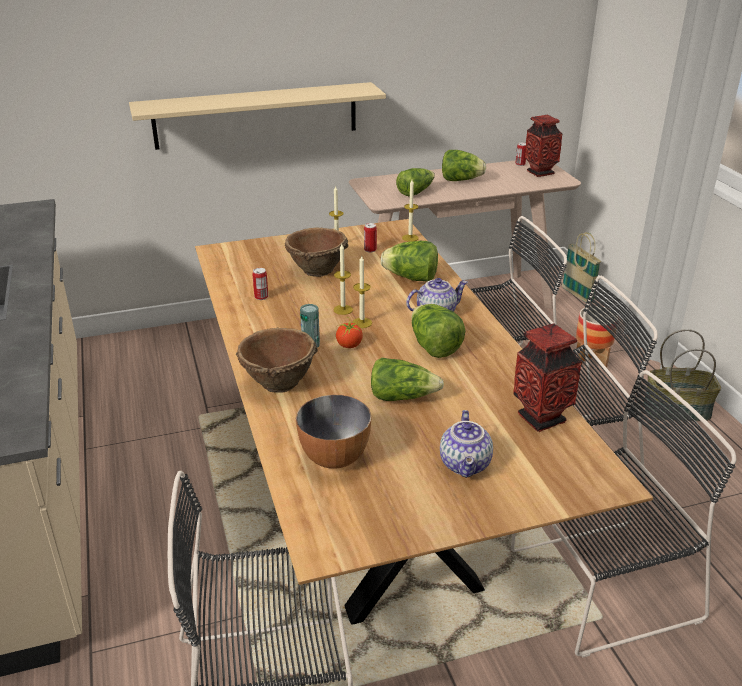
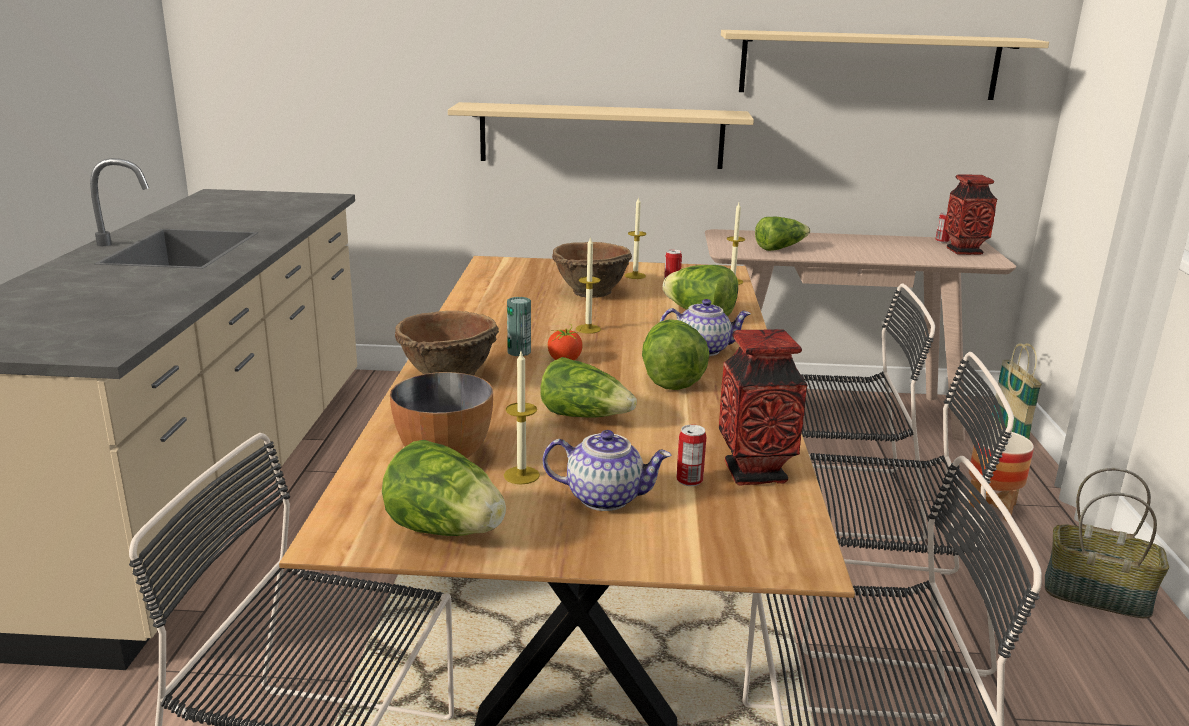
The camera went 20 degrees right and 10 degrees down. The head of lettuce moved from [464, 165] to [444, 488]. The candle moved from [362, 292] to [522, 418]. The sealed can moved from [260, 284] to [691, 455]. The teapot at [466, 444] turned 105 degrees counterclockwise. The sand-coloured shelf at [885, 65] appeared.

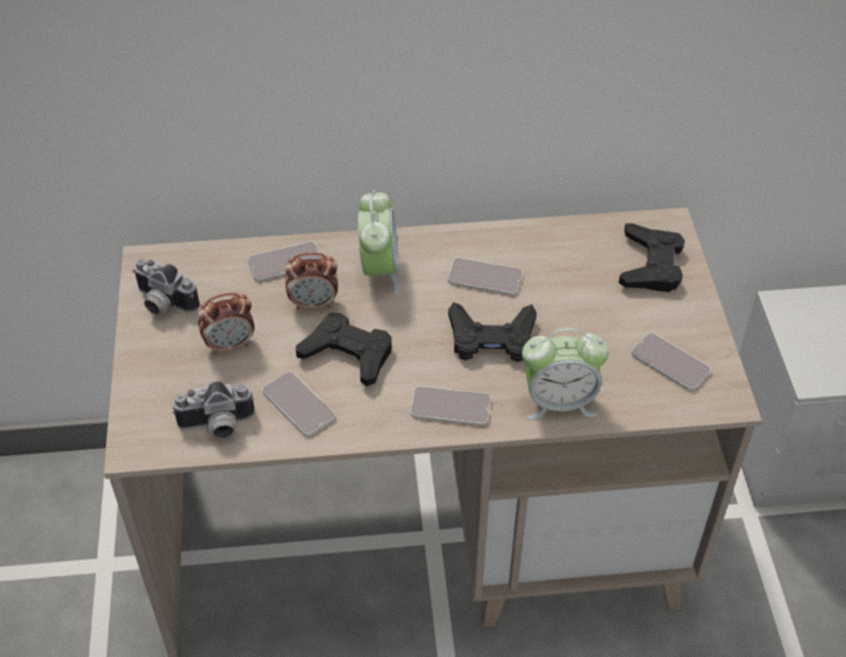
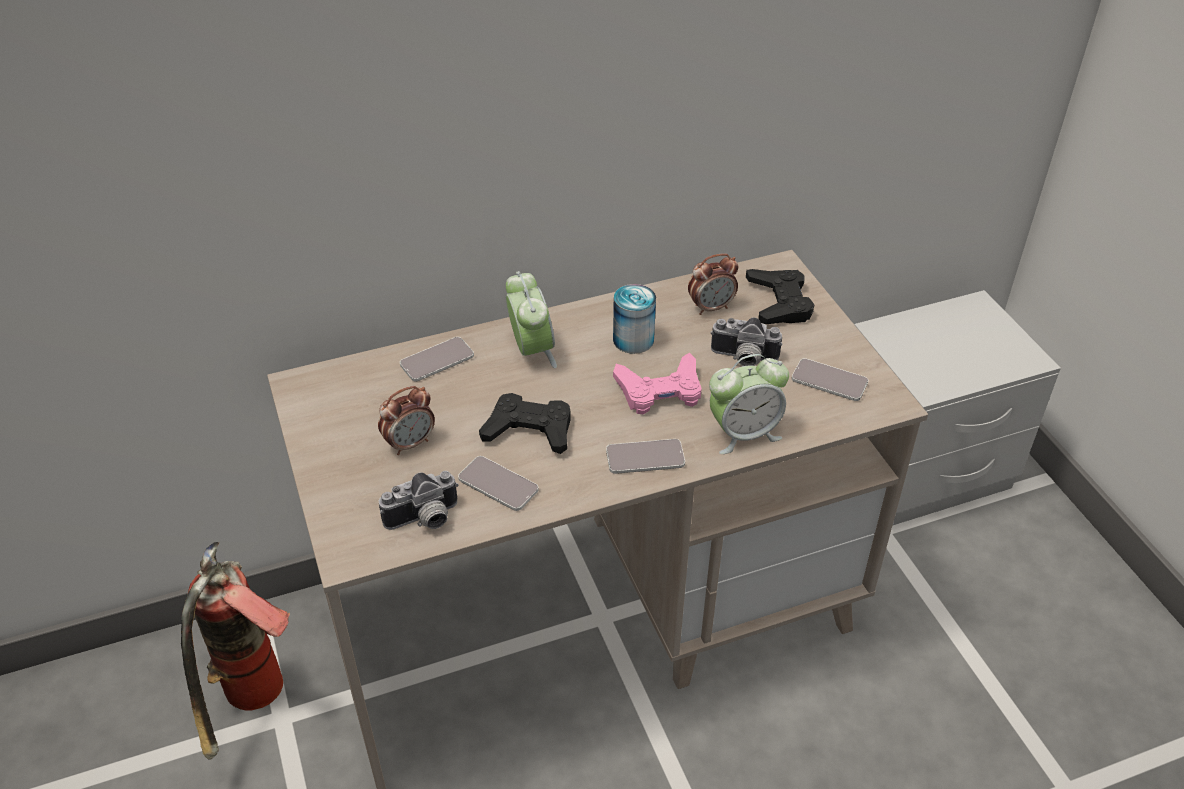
The camera went 15 degrees left and 5 degrees down. The bedside clock moved from [311, 281] to [713, 284]. The still camera moved from [166, 286] to [747, 342]. The phone at [485, 276] was replaced by the sealed can at [634, 319]. The black joypad at [492, 332] became the pink-coloured joypad at [657, 383]. The extinguisher at [235, 650] appeared.

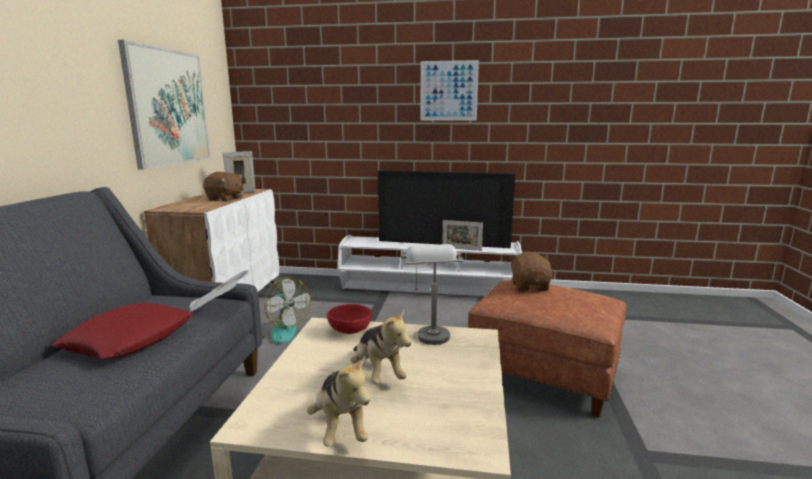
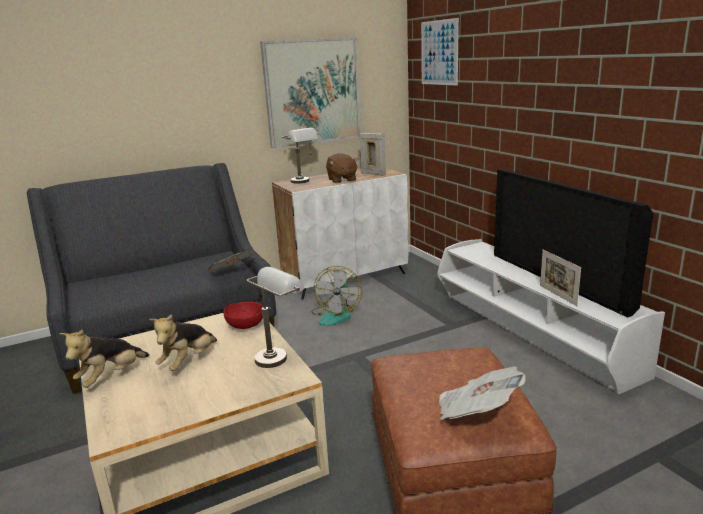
The camera went 55 degrees right and 5 degrees up. The wall picture moved from [449, 90] to [440, 51]. The brown-coloured soft toy at [530, 271] disappeared. The red throw pillow at [122, 331] disappeared. The greyish table lamp at [300, 156] appeared. The newspaper at [482, 393] appeared.

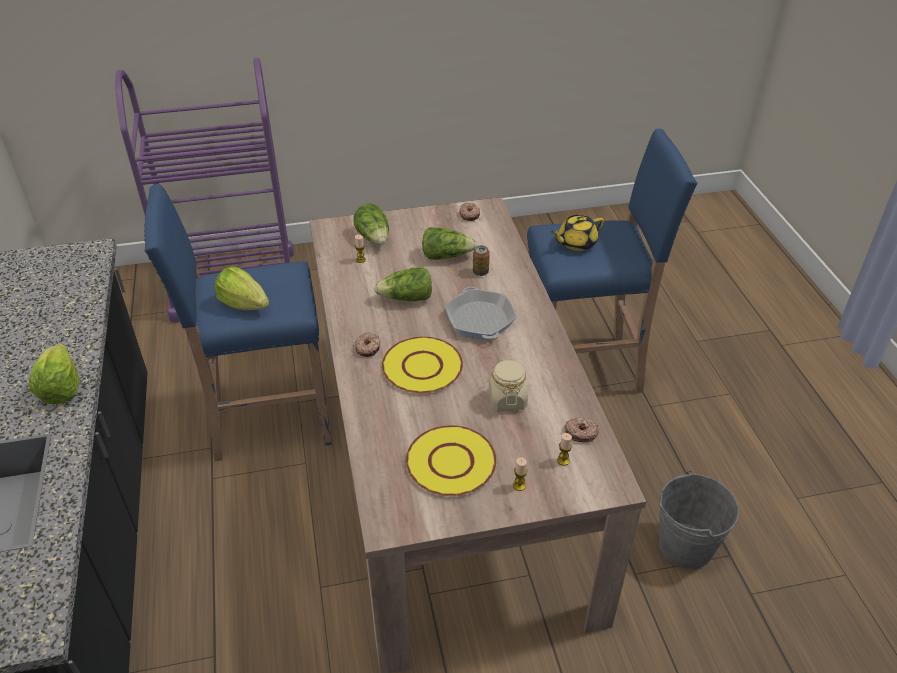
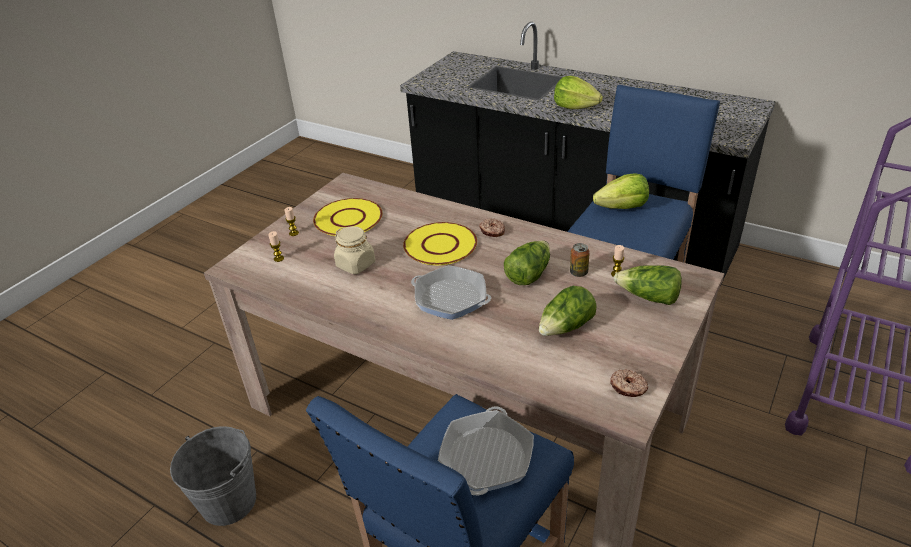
The camera went 135 degrees right and 5 degrees down. The yellowish teapot at [577, 233] was replaced by the frying pan at [486, 451]. The sealed can moved from [481, 261] to [580, 260]. The doughnut at [581, 430] disappeared.

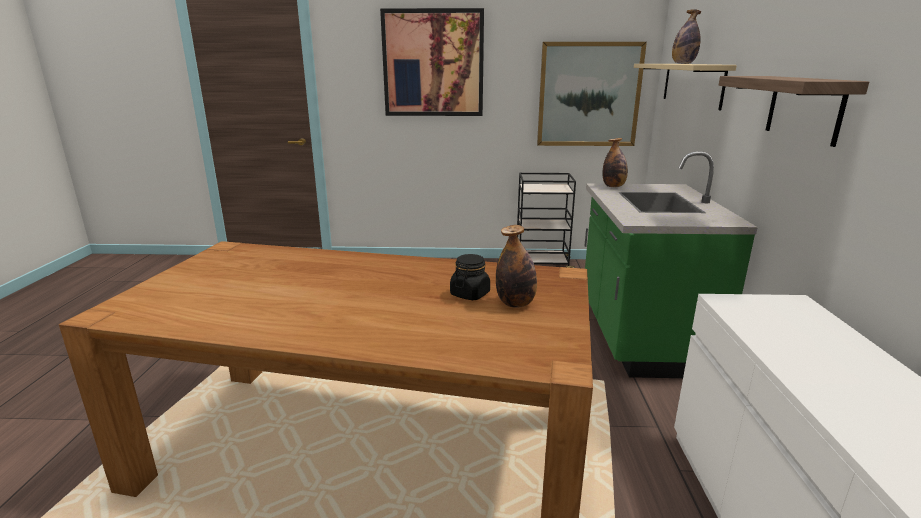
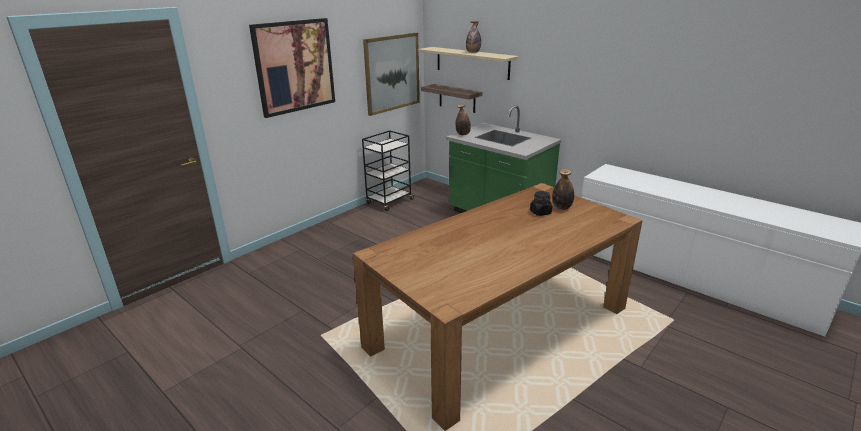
The camera went 50 degrees left and 5 degrees up. The shelf moved from [794, 111] to [451, 98].

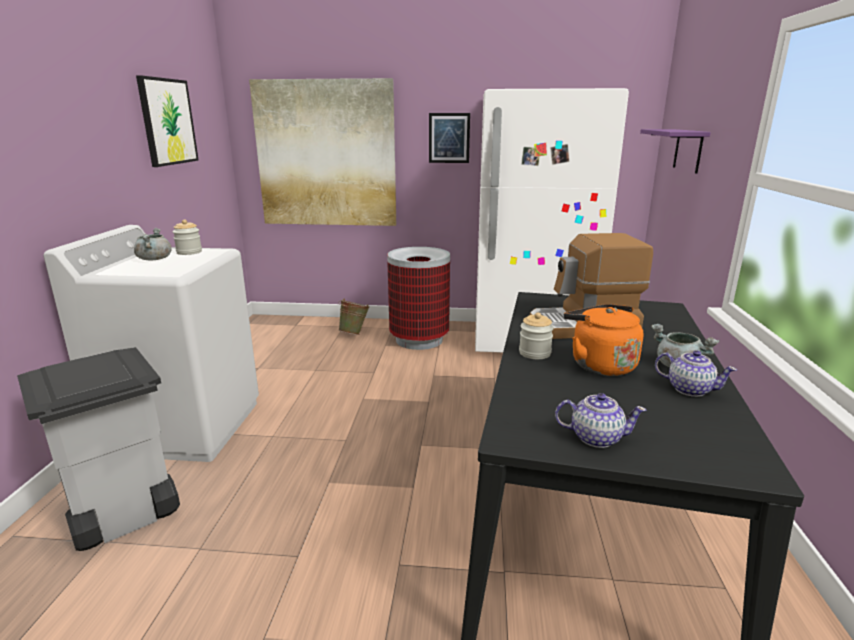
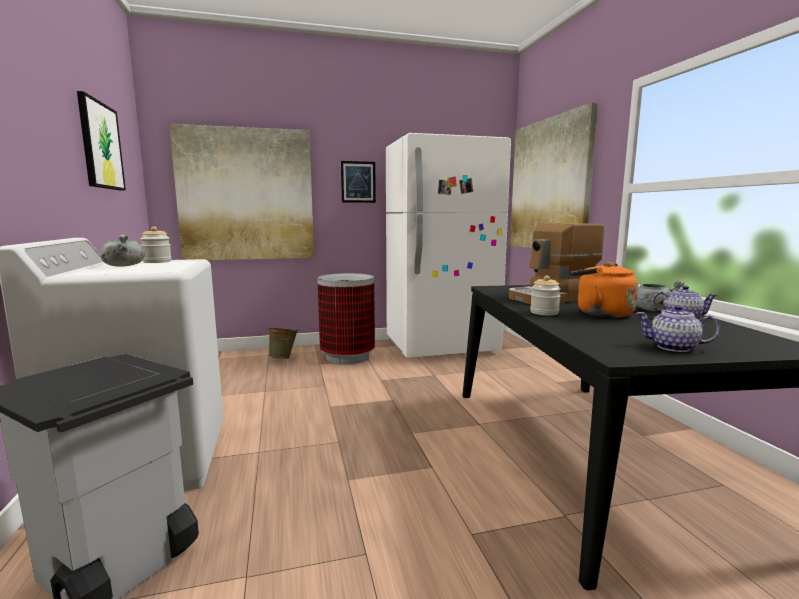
The camera went 20 degrees left and 10 degrees down. The purple-coloured shelf at [675, 151] was replaced by the wall picture at [554, 175]. The teapot at [600, 420] turned 150 degrees counterclockwise.

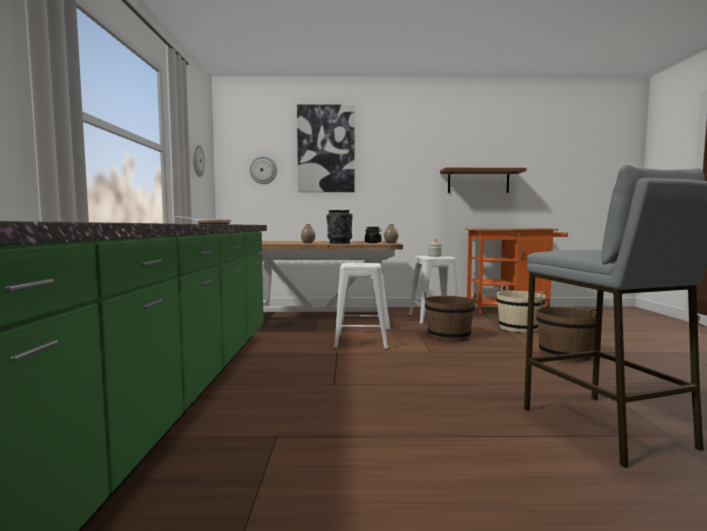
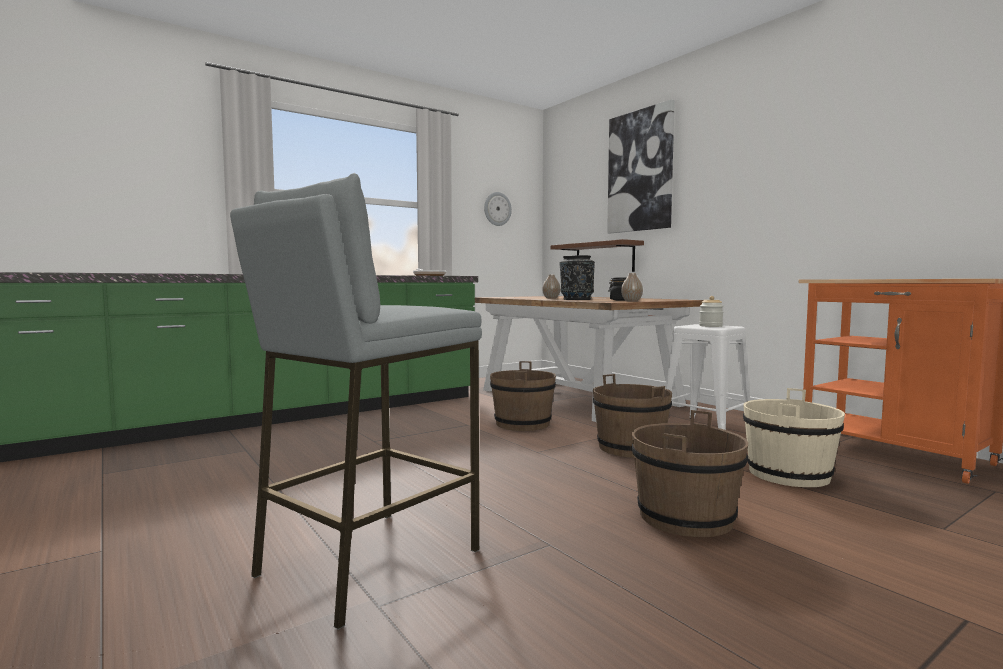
The camera went 55 degrees right and 0 degrees up. The clock on the wall at [263, 170] disappeared. The brown-coloured shelf moved from [483, 180] to [597, 255]. The white stool at [360, 306] was replaced by the brown-coloured bucket at [523, 396].

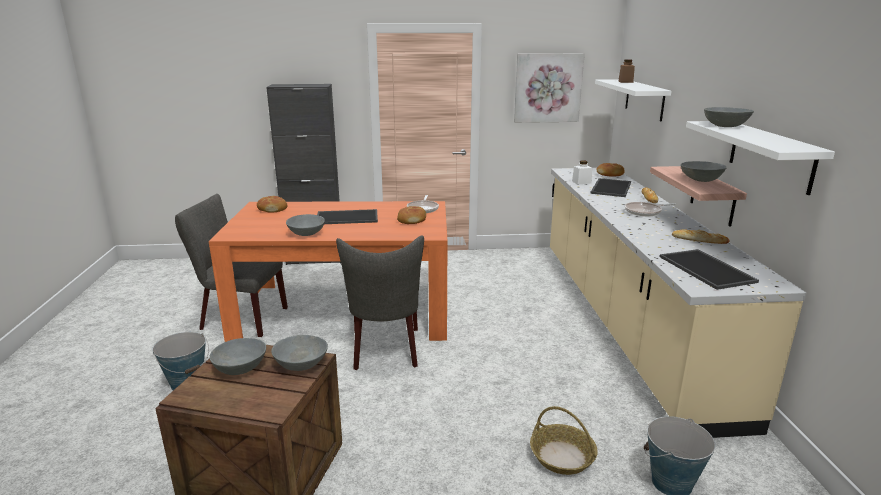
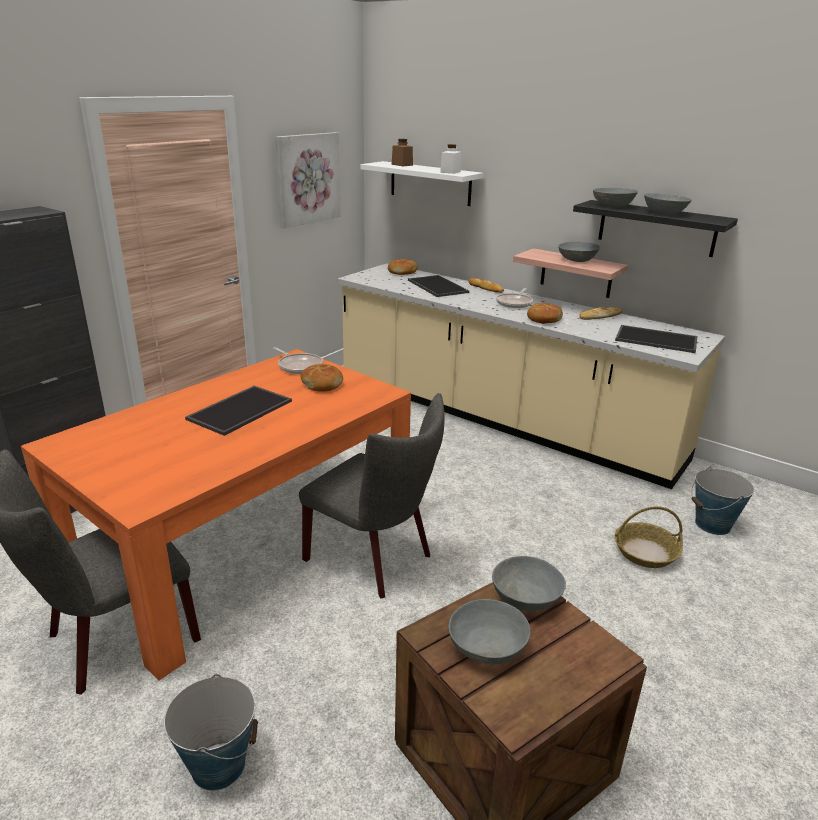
The camera went 50 degrees left and 5 degrees up. The white shelf at [760, 158] became the black shelf at [655, 228]. The white preserve jar moved from [582, 172] to [450, 159]. The baked bread moved from [272, 204] to [545, 313]. The greyish bowl moved from [305, 225] to [668, 203].

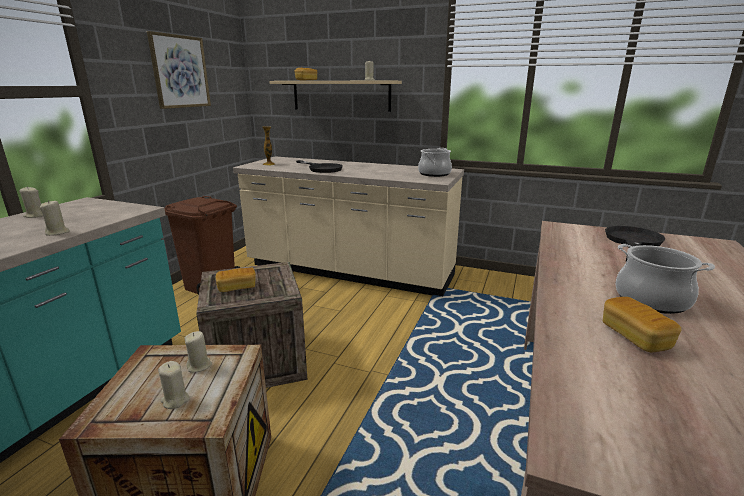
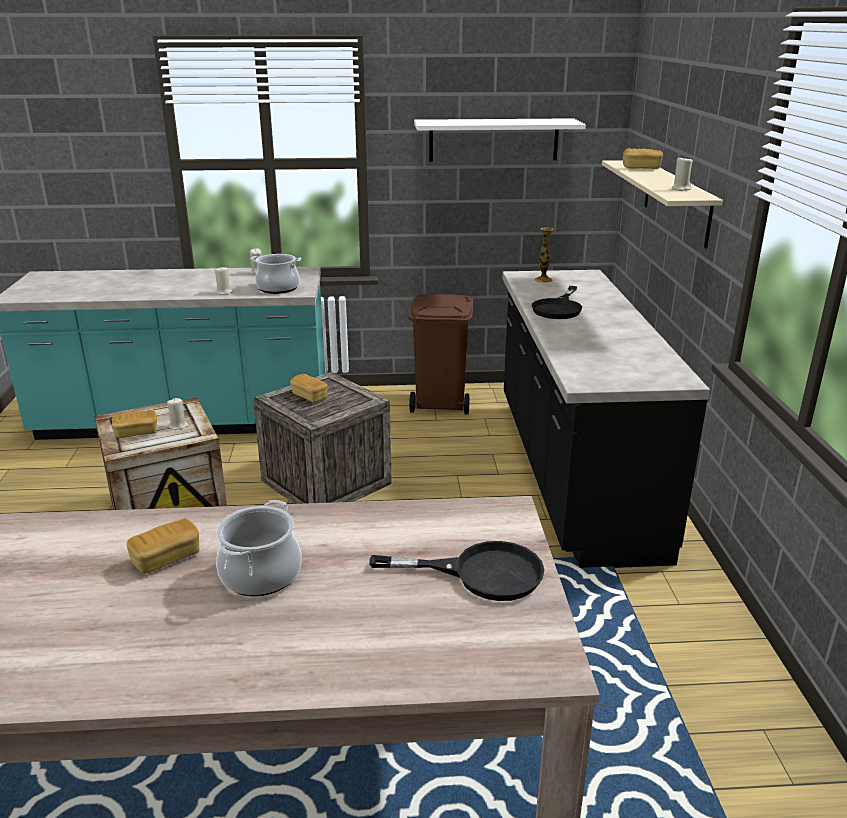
The camera went 65 degrees right and 5 degrees up. The wall picture at [179, 70] was replaced by the white shelf at [500, 140]. The stockpot moved from [435, 162] to [276, 274]. The sand-coloured kitchen base unit at [348, 226] became the black kitchen base unit at [606, 419]. The sand-coloured candle at [173, 385] was replaced by the baked bread at [134, 424].

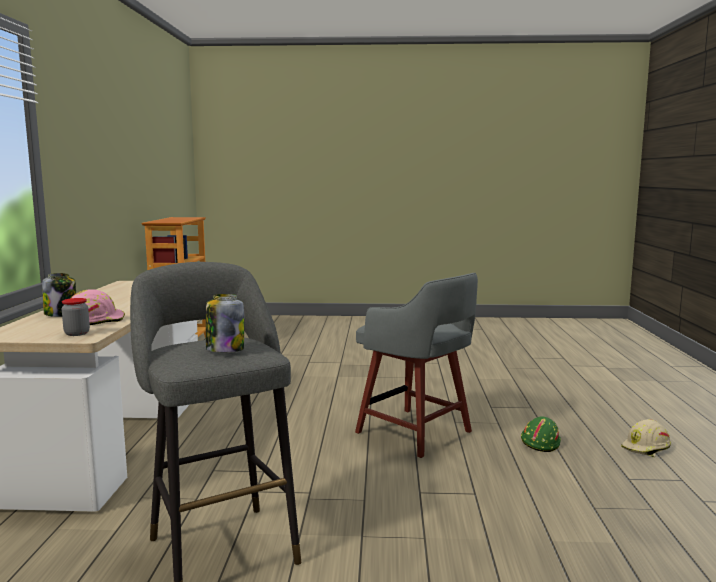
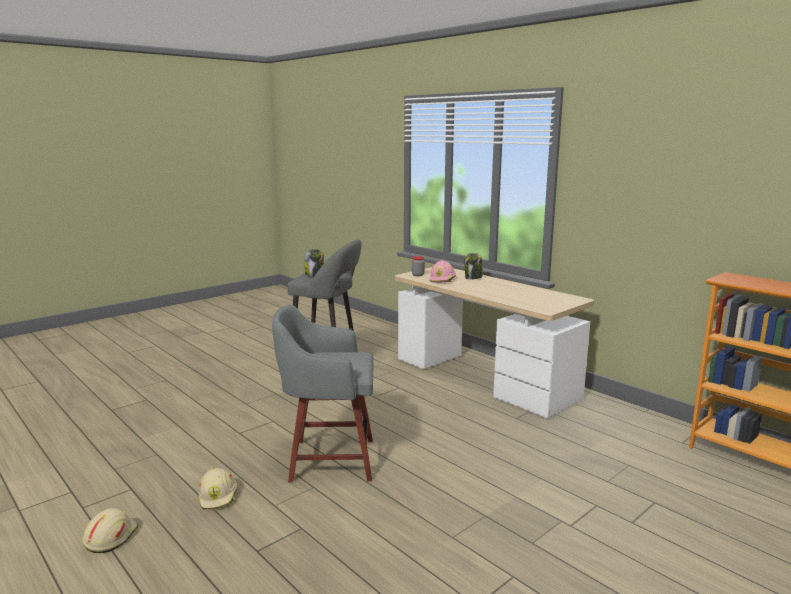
The camera went 135 degrees right and 5 degrees up. The greenish hard hat at [541, 434] became the sand-coloured hard hat at [218, 489].

